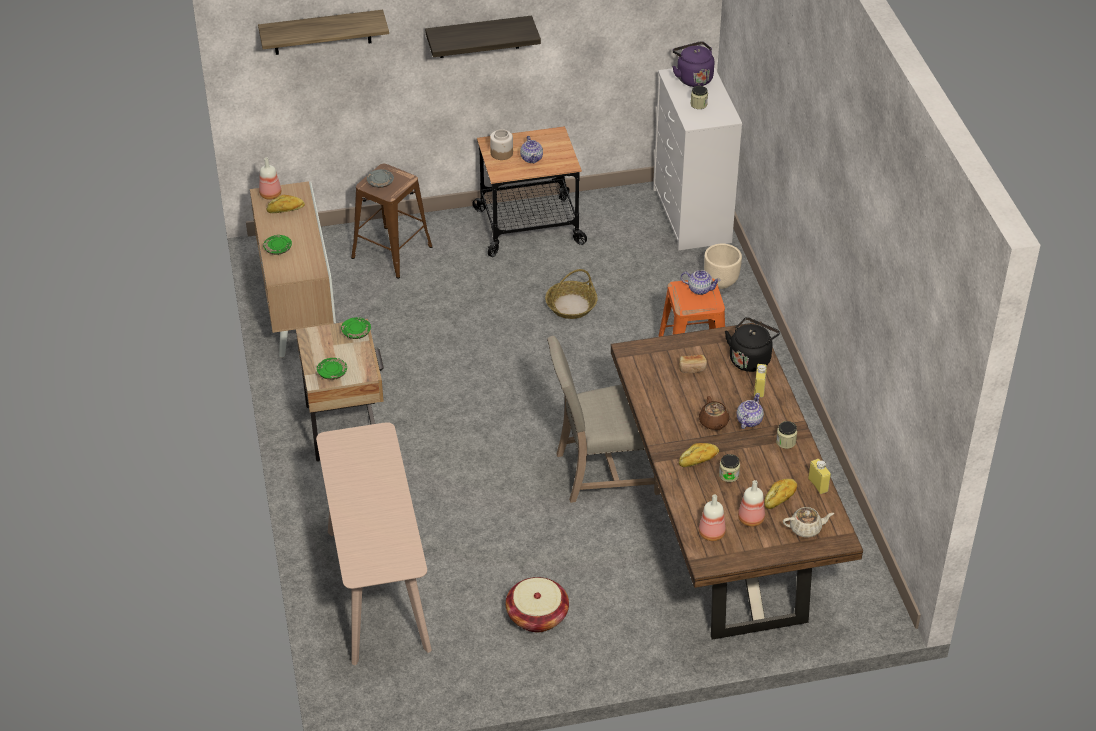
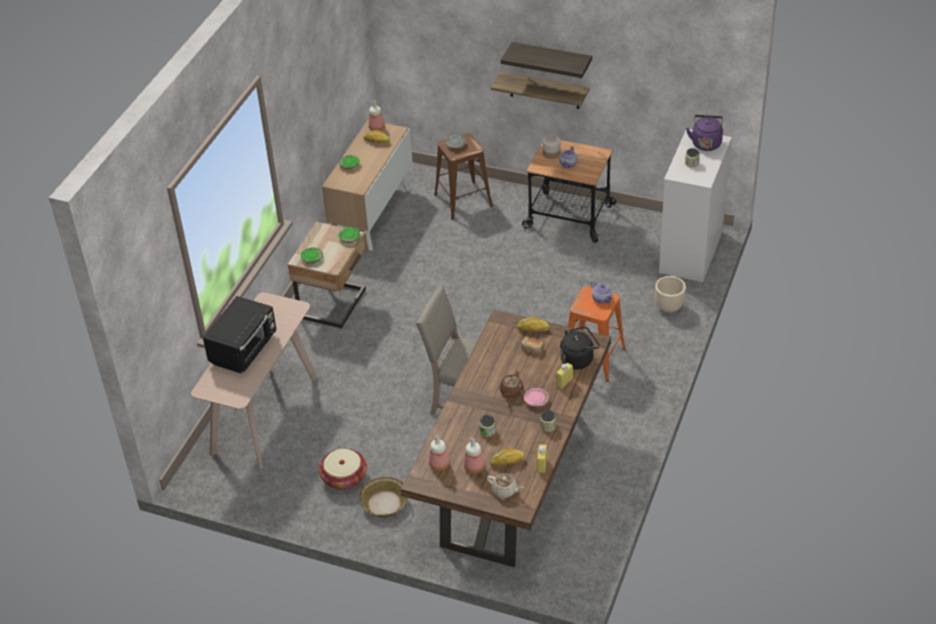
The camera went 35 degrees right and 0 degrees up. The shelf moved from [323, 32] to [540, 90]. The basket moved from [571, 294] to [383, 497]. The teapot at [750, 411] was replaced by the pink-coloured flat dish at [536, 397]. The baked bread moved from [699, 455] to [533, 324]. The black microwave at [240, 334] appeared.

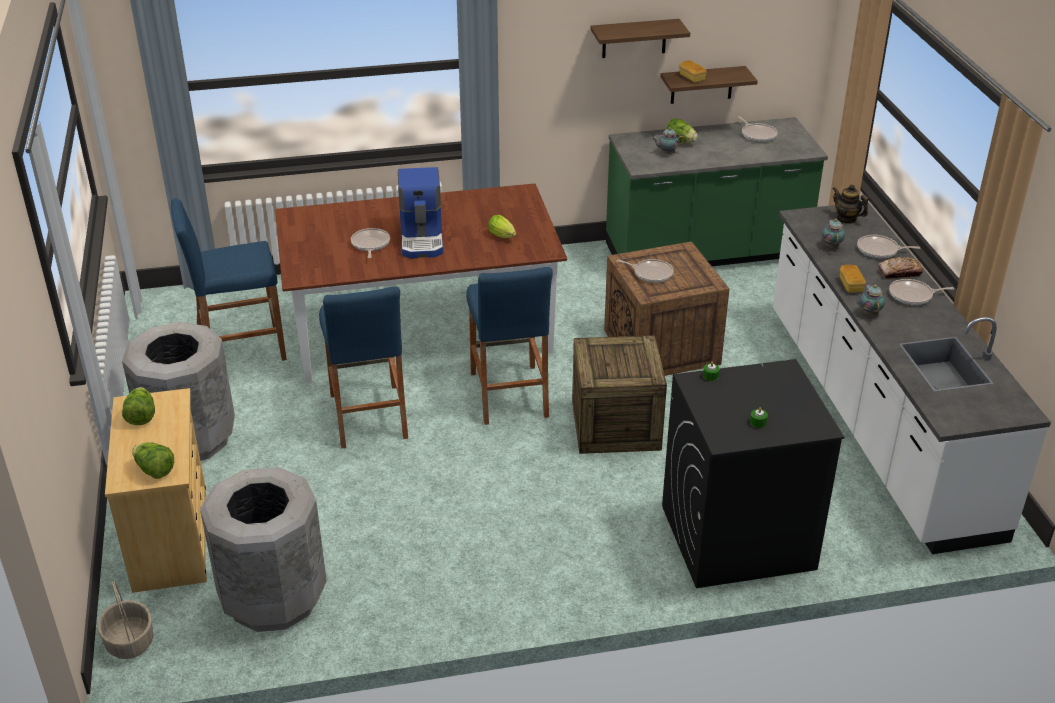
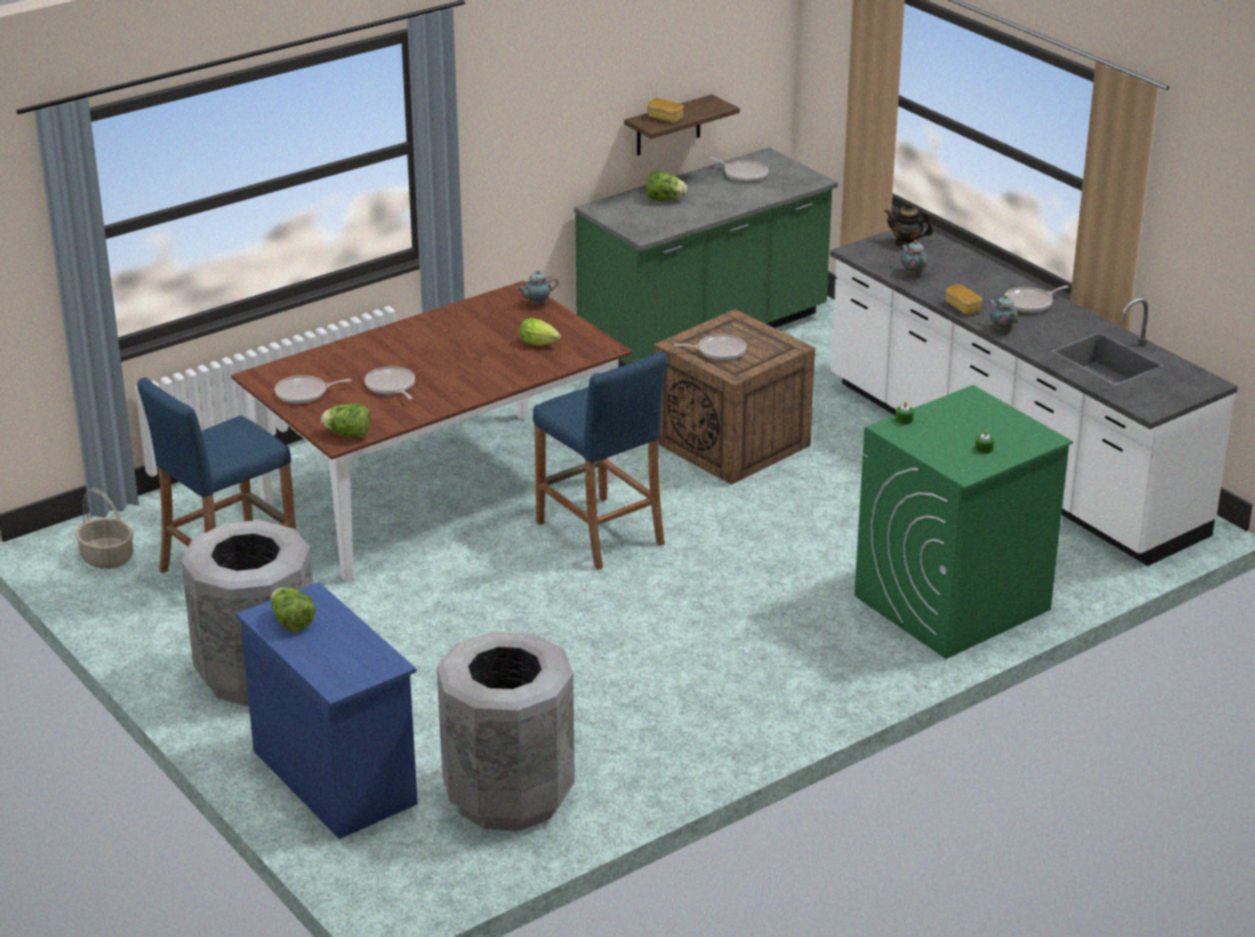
The camera went 25 degrees left and 5 degrees down. The shelf at [640, 38] disappeared. The teapot moved from [669, 140] to [537, 287]. The coffee maker at [420, 213] disappeared. The frying pan moved from [888, 247] to [313, 389]. The baked bread at [900, 268] disappeared. The bluish stool at [363, 367] disappeared. The packing crate at [619, 394] disappeared. The black washing machine at [753, 473] became the greenish washing machine at [964, 522]. The sand-coloured dresser at [156, 490] became the bluish dresser at [327, 710]. The head of lettuce moved from [153, 460] to [345, 421]. The basket moved from [125, 620] to [104, 528].

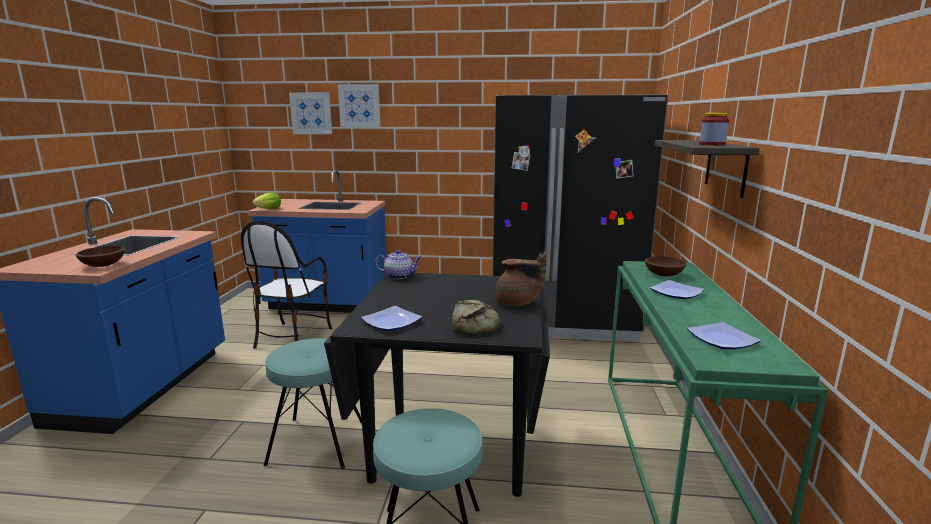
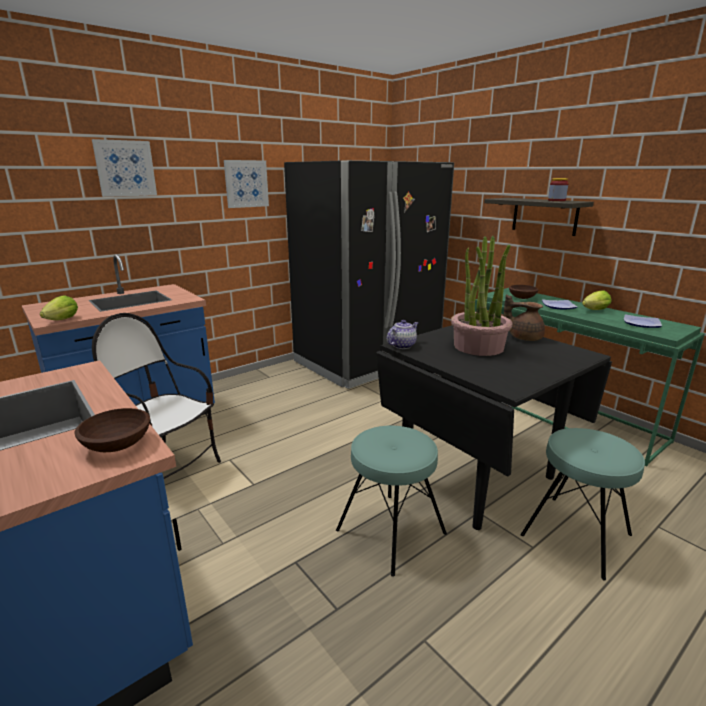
The camera went 45 degrees left and 5 degrees up. The wall picture moved from [310, 113] to [246, 184]. The upright chair at [286, 285] turned 150 degrees clockwise. The brown-coloured teapot at [520, 278] turned 120 degrees counterclockwise. The baked bread at [476, 317] disappeared. The flat dish at [391, 318] disappeared. The potted plant at [482, 296] appeared. The head of lettuce at [596, 300] appeared.

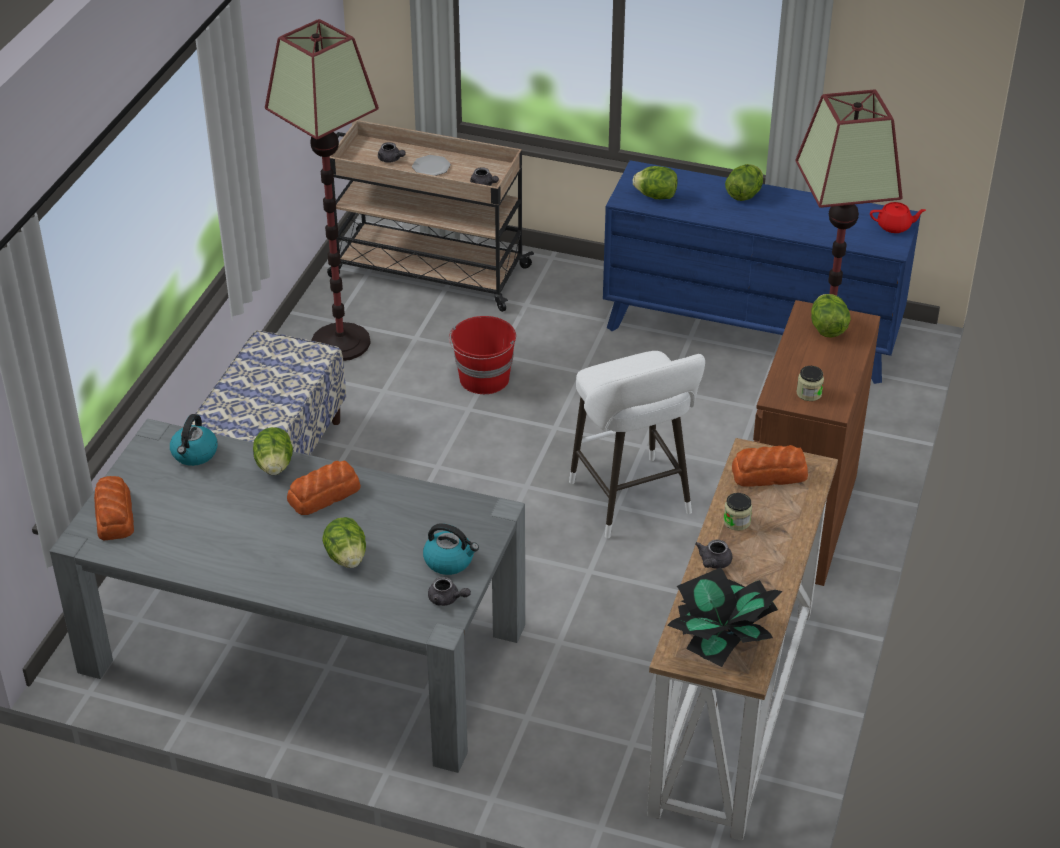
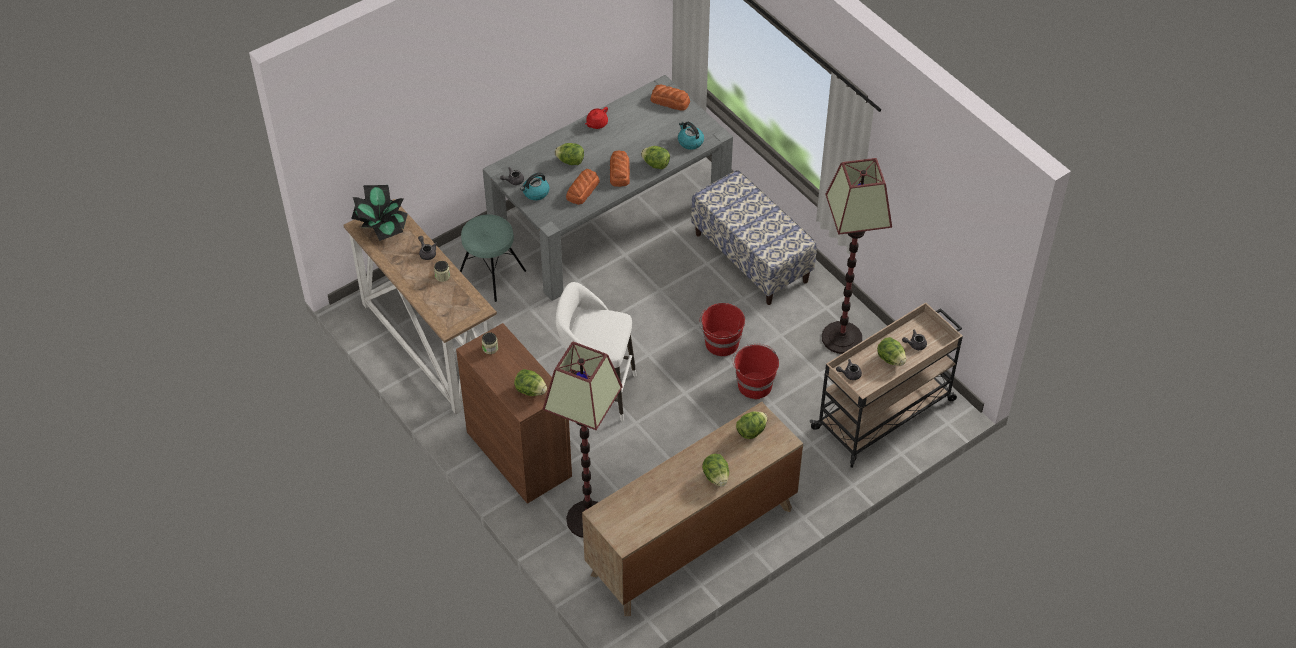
The camera went 125 degrees right and 10 degrees up. The flat dish at [431, 165] was replaced by the head of lettuce at [891, 351]. The bluish dresser at [762, 272] became the brown-coloured dresser at [692, 509]. The red teapot moved from [898, 217] to [596, 118]. The baked bread moved from [770, 466] to [583, 187]. The turquoise-coloured stool at [493, 258] appeared. The red bucket at [722, 329] appeared.

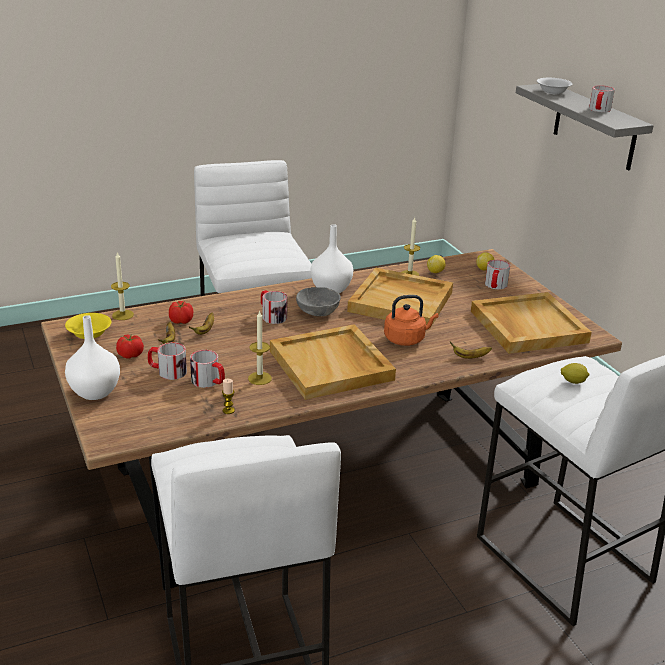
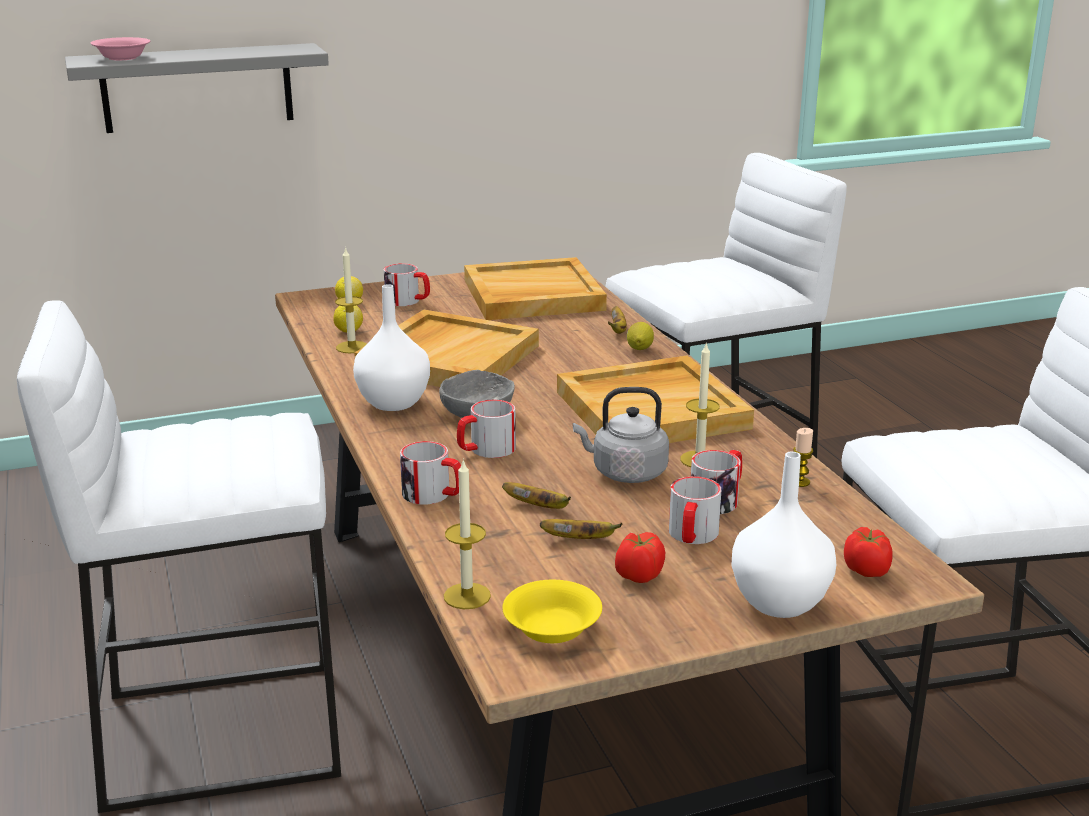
The camera went 85 degrees left and 5 degrees down. The white bowl at [554, 86] became the pink-coloured bowl at [120, 48]. The mug moved from [602, 98] to [430, 473]. The orange-coloured kettle at [411, 320] disappeared. The tomato moved from [181, 312] to [868, 552]. The lemon moved from [575, 373] to [640, 336]. The greyish kettle at [621, 435] appeared.

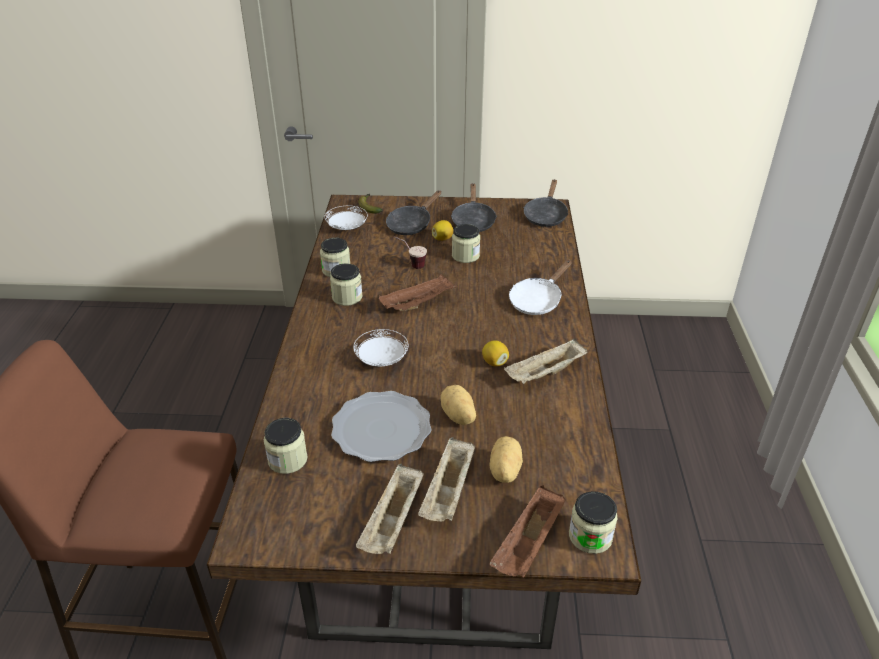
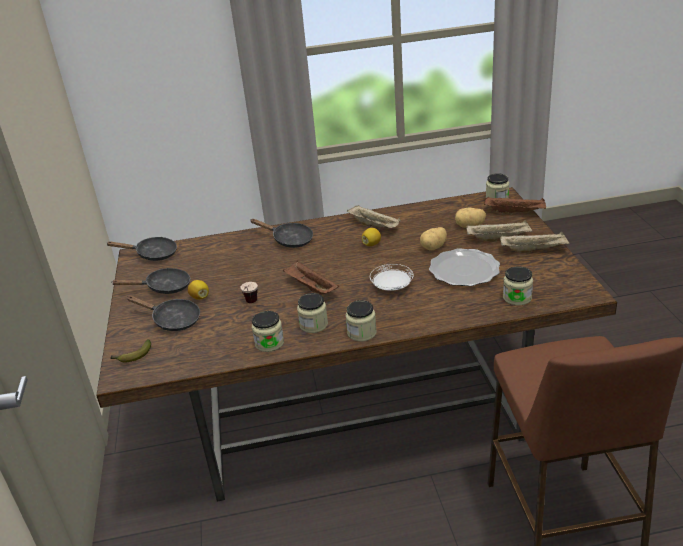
The camera went 100 degrees left and 5 degrees down. The white flat dish at [346, 218] disappeared. The preserve jar moved from [466, 243] to [361, 320]. The white frying pan at [540, 287] became the black frying pan at [281, 233].

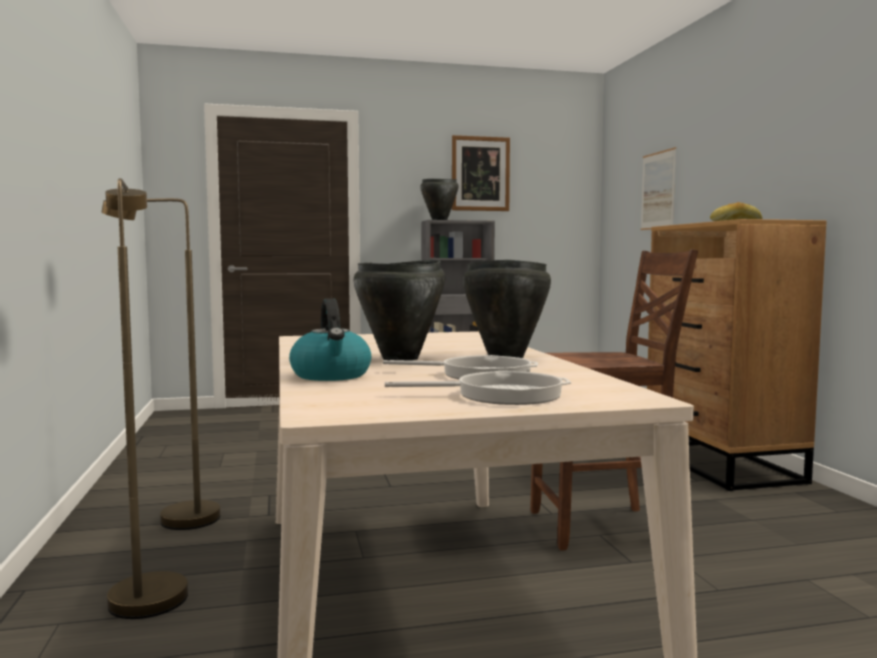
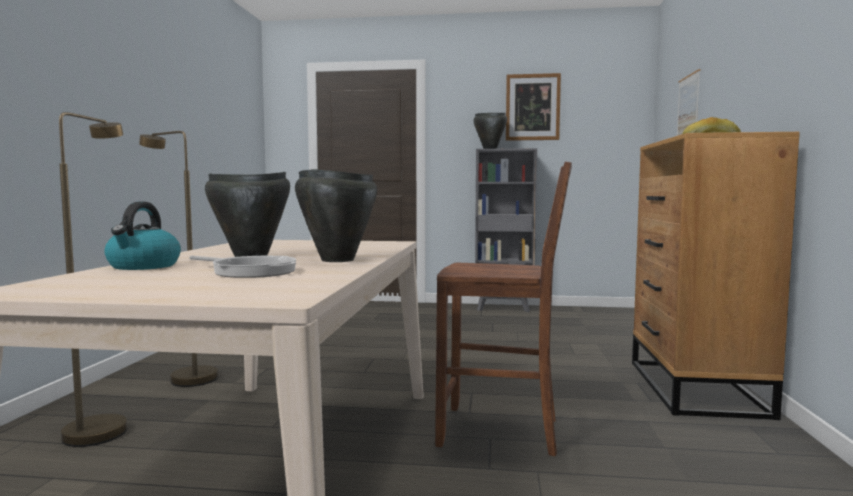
The camera went 20 degrees right and 0 degrees up. The frying pan at [478, 388] disappeared.

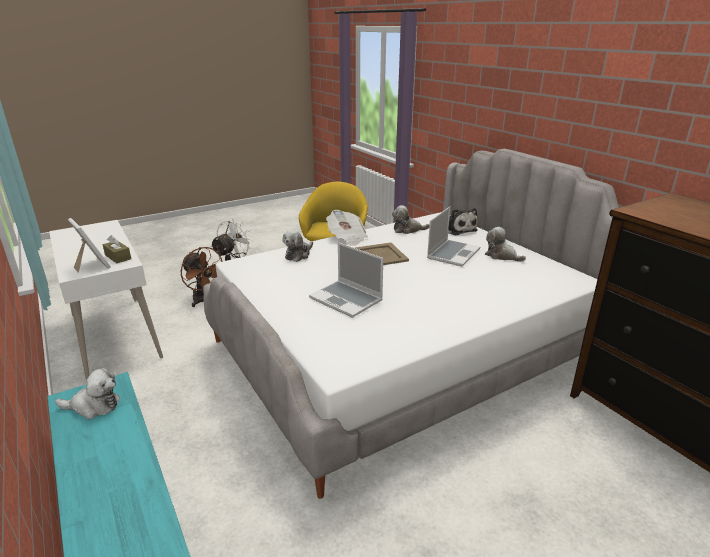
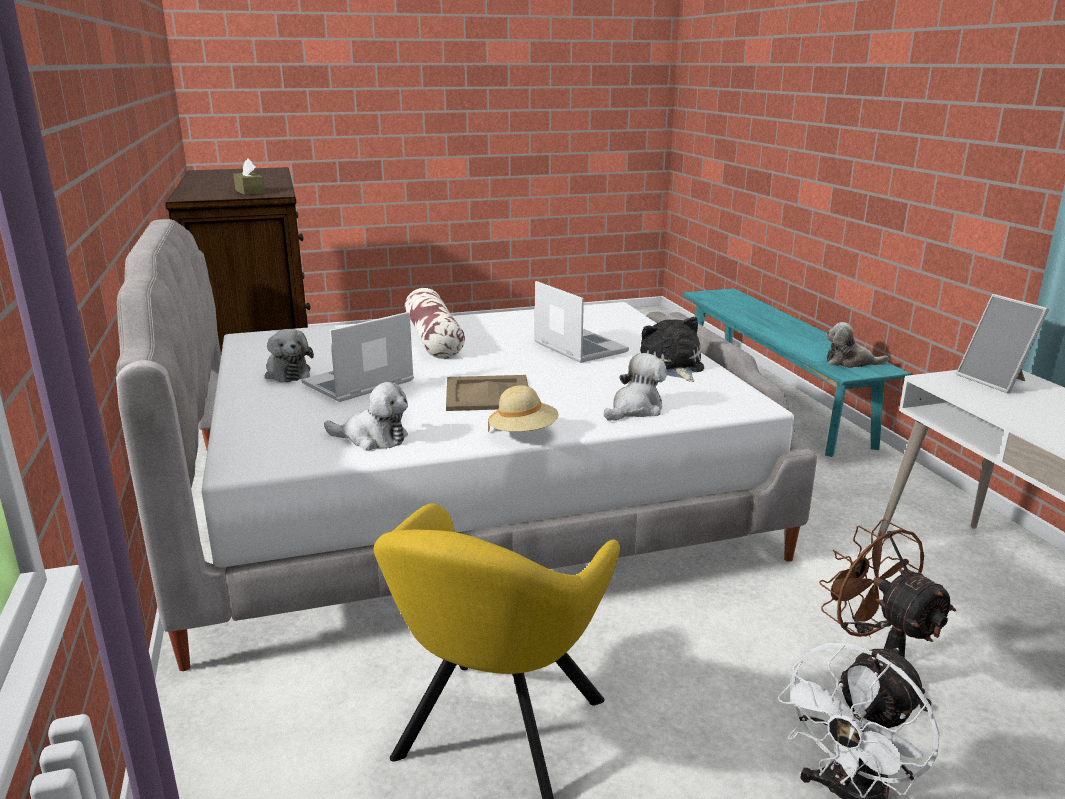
The camera went 165 degrees left and 5 degrees down. The soft toy moved from [463, 222] to [672, 349]. The newspaper at [347, 228] was replaced by the sand-coloured clothing hat at [523, 408]. The brown-coloured box of tissues moved from [117, 249] to [249, 176]. The throw pillow at [435, 323] appeared.

